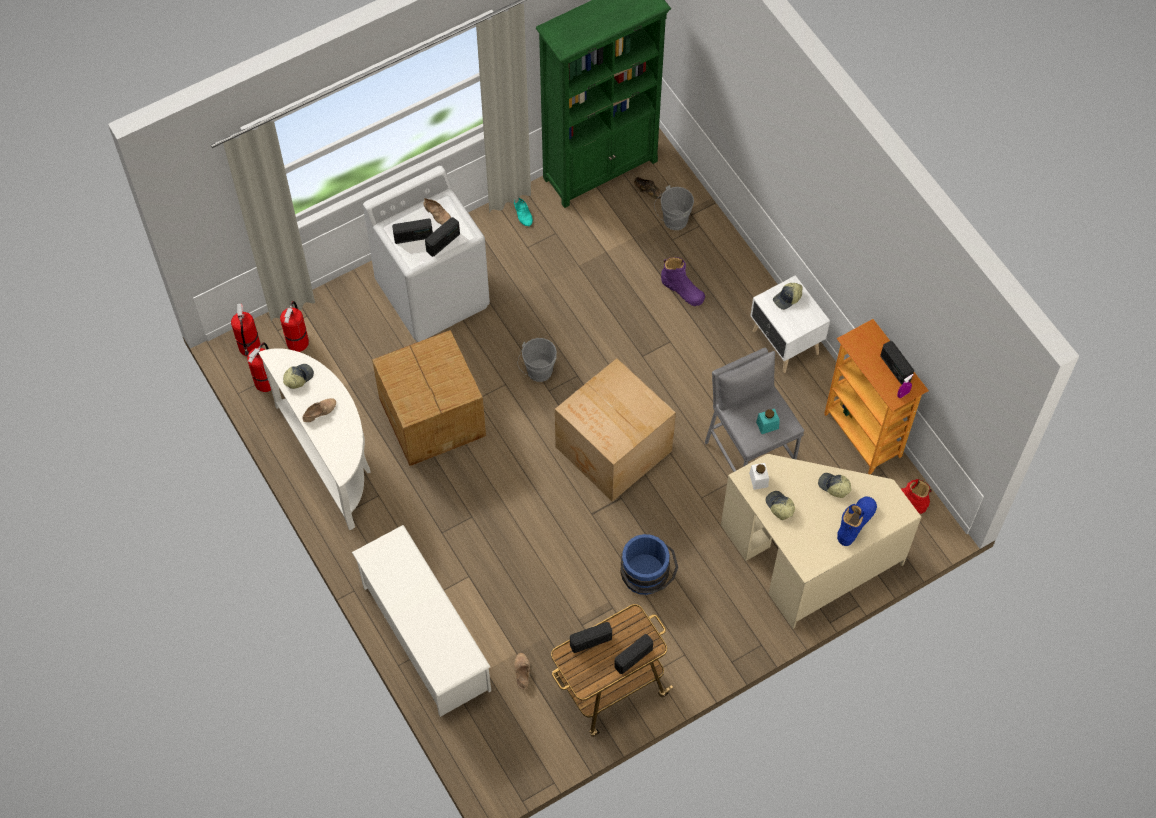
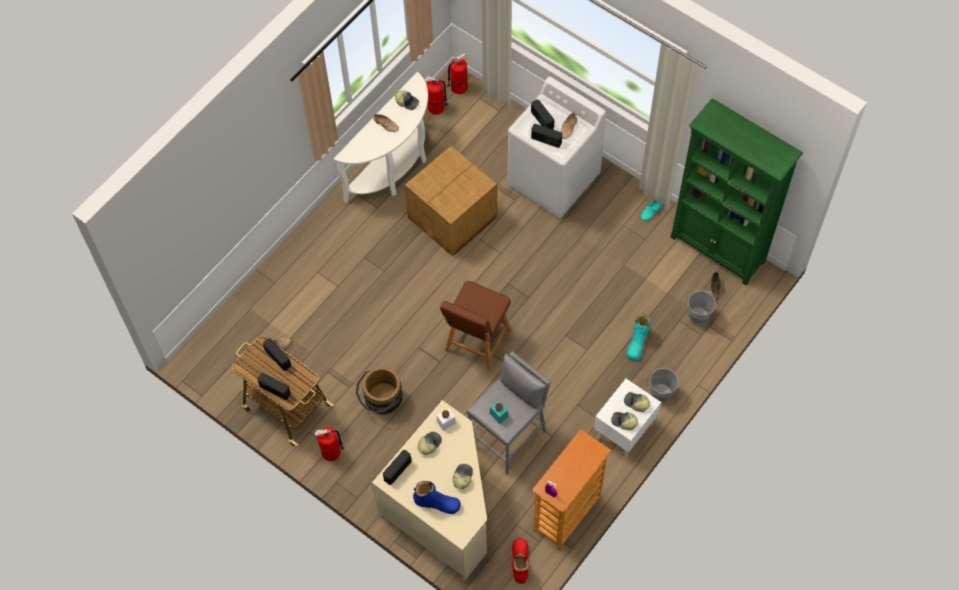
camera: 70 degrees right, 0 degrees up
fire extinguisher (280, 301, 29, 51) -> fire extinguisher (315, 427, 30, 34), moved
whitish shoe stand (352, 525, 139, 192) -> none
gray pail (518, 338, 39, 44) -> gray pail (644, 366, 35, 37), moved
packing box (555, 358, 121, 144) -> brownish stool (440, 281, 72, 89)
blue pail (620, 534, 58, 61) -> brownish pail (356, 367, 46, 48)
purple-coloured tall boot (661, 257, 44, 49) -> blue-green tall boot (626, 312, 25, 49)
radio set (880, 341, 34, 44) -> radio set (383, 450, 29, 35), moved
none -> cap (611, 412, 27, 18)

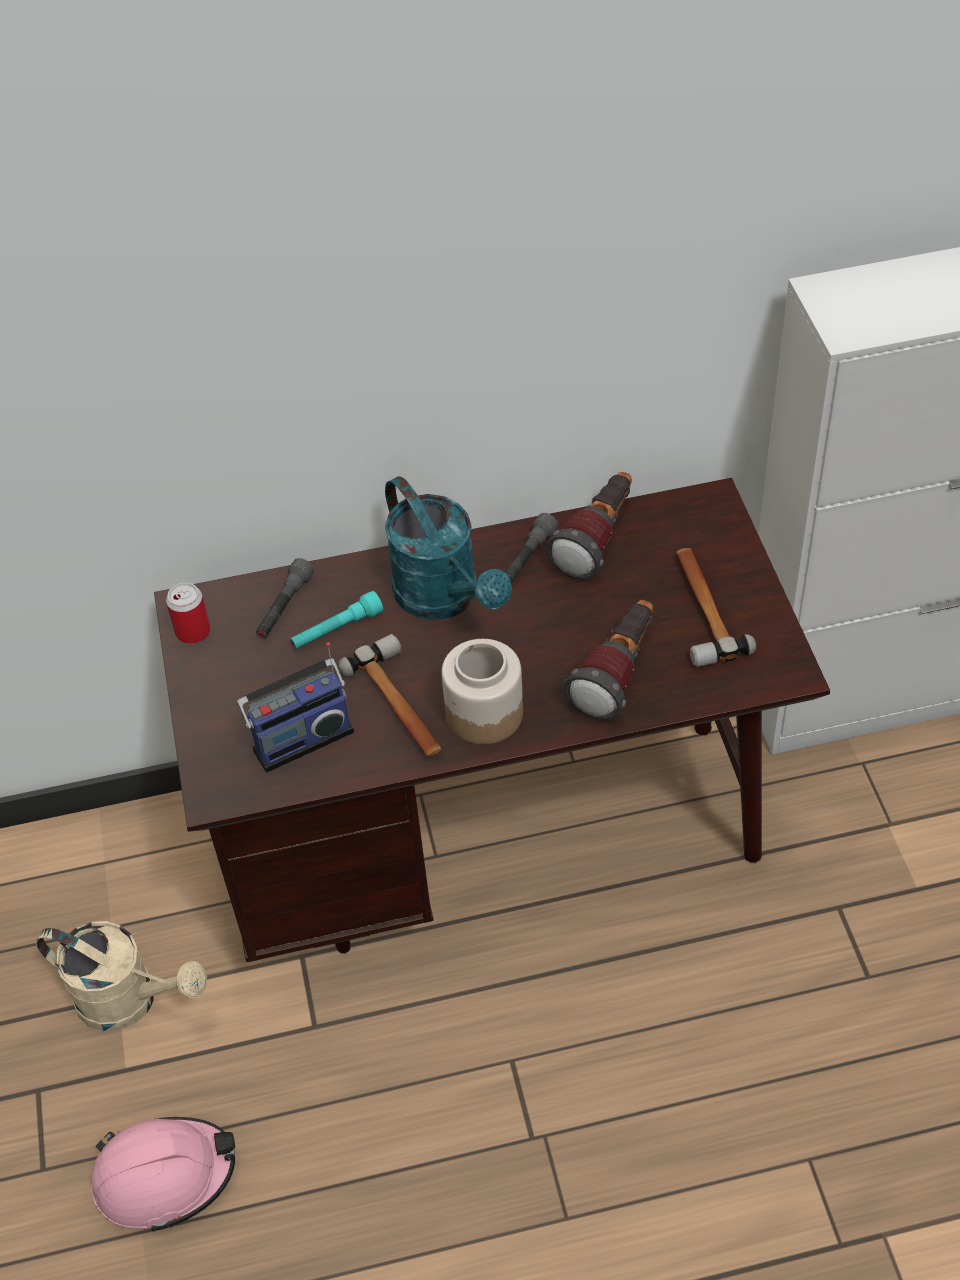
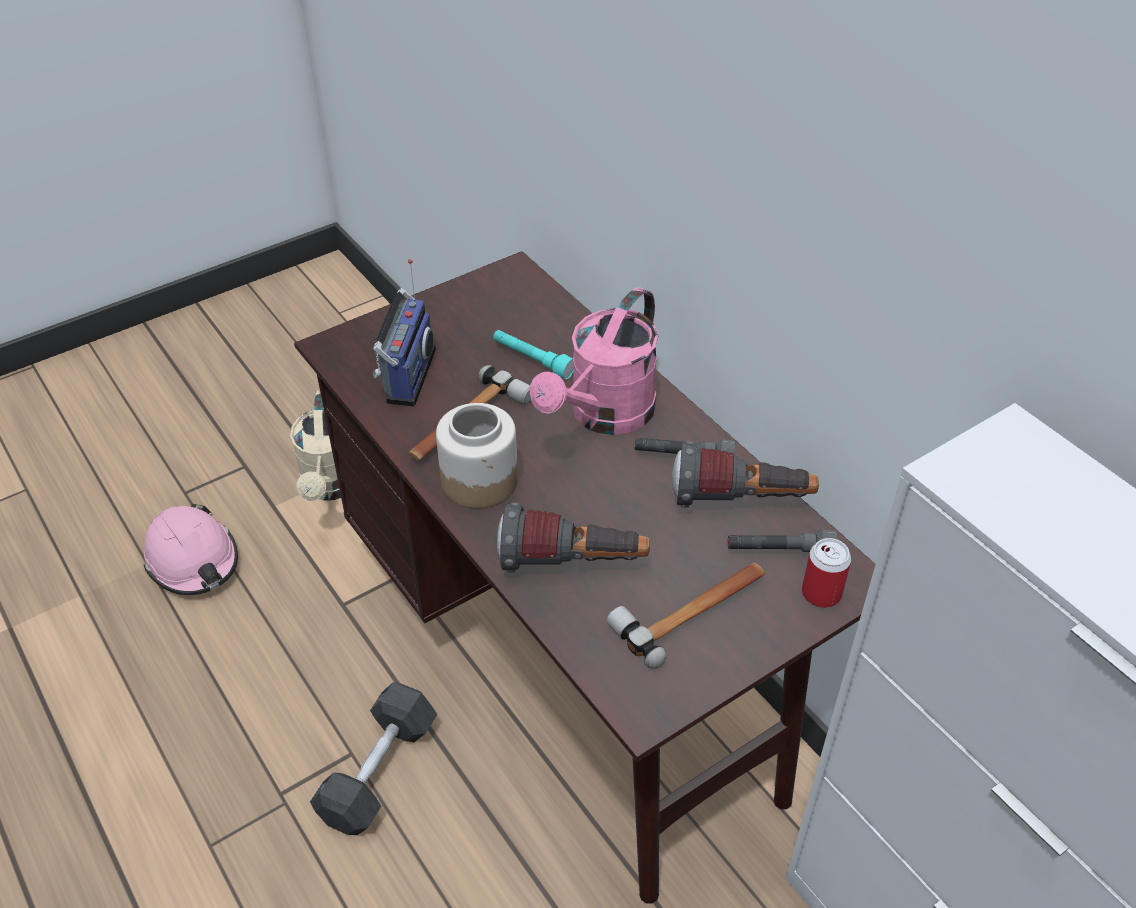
camera: 65 degrees right, 5 degrees down
can (166, 582, 44, 62) -> can (802, 538, 49, 70), moved
radio set (237, 642, 117, 130) -> radio set (373, 259, 63, 148), 120 degrees counterclockwise
gray hand torch (256, 558, 58, 80) -> gray hand torch (728, 529, 110, 23), moved
blue-green sprinkling can (385, 476, 126, 144) -> pinkish sprinkling can (530, 287, 128, 148)
none -> gray free weight (310, 682, 127, 153)

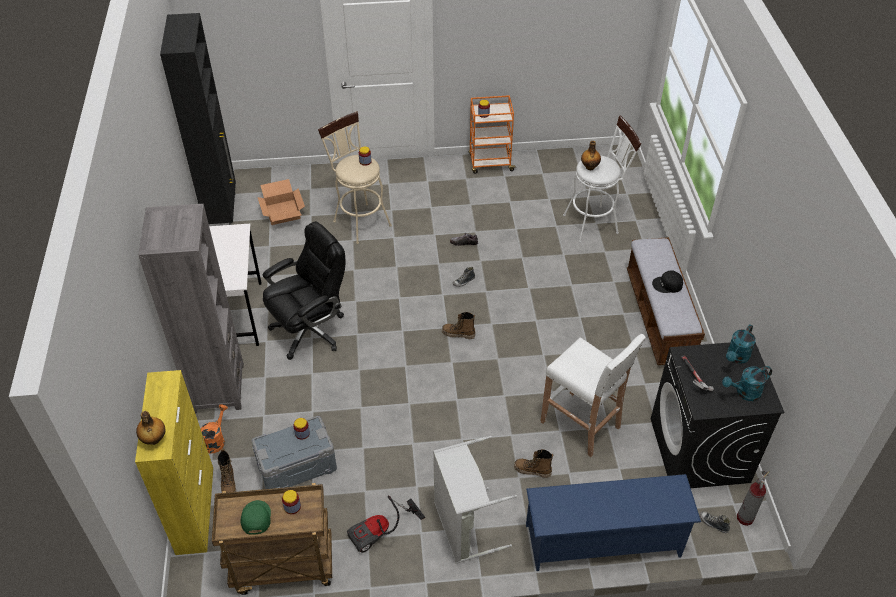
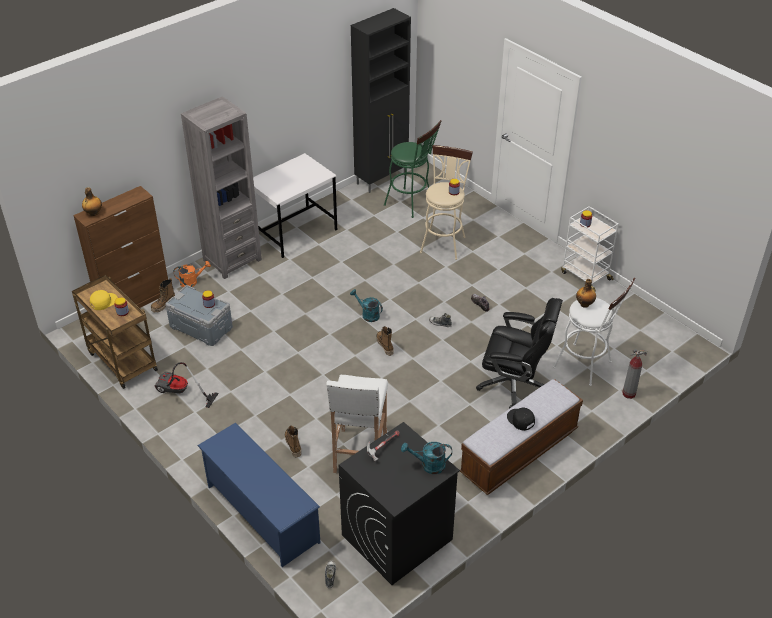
camera: 55 degrees right, 5 degrees down
yellowish cupboard (135, 370, 78, 185) -> brownish cupboard (73, 186, 95, 122)
green cap (241, 500, 30, 35) -> yellowish cap (90, 290, 28, 20)
packing box (258, 179, 47, 46) -> green stool (384, 120, 57, 98)
black-coloured computer chair (263, 221, 82, 139) -> black-coloured computer chair (476, 298, 87, 111), moved
gray laundry basket (433, 436, 84, 128) -> none
orange trolley (468, 95, 48, 79) -> whitish trolley (561, 206, 58, 85)
blue-green sprinkling can (722, 366, 50, 35) -> blue-green sprinkling can (350, 289, 33, 33), moved
fire extinguisher (737, 470, 33, 56) -> fire extinguisher (622, 349, 25, 50), moved

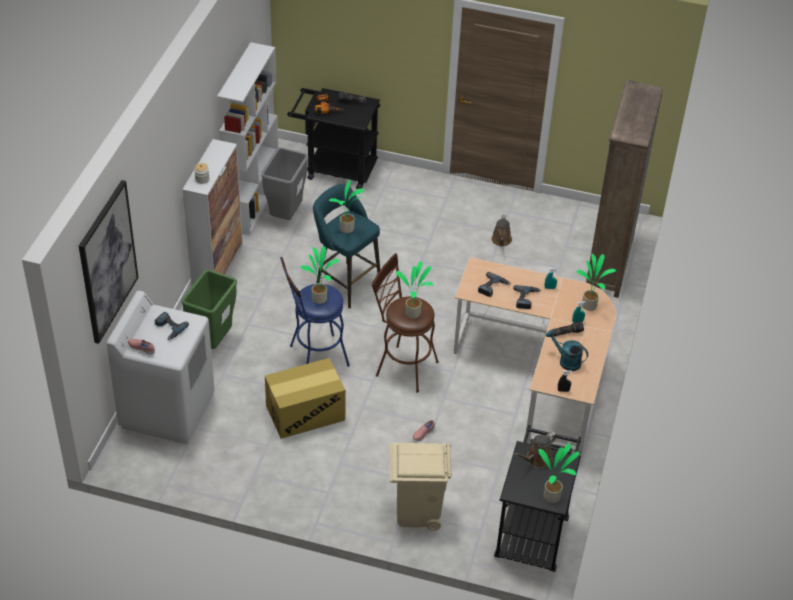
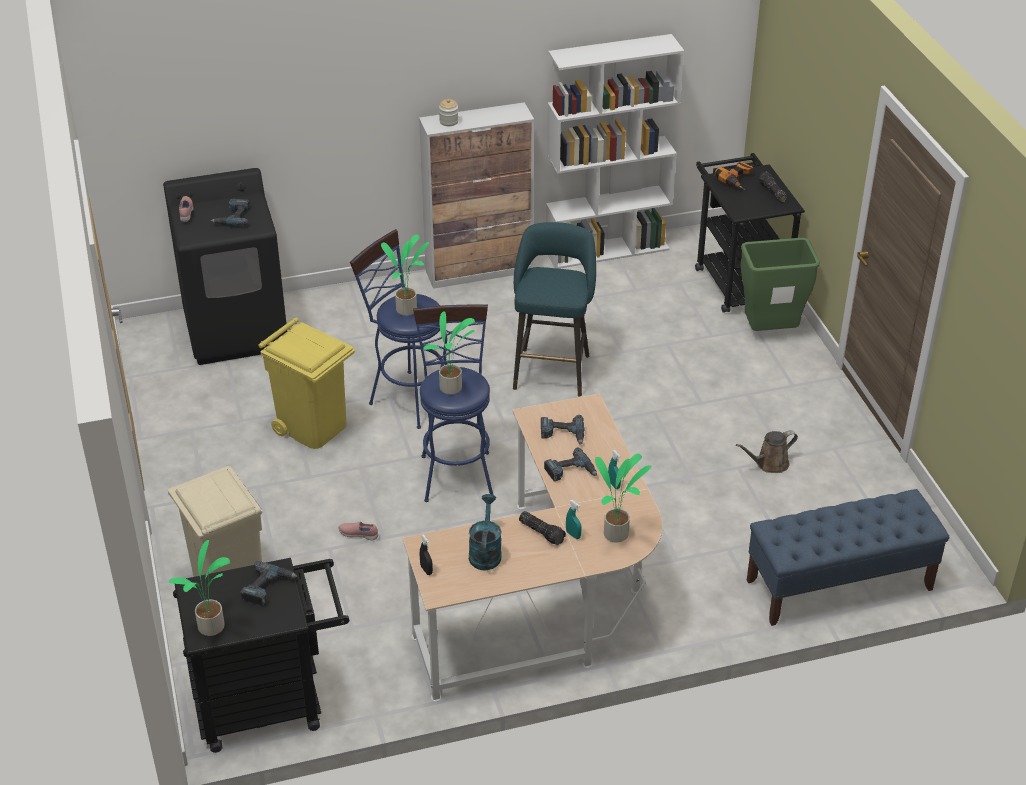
camera: 60 degrees right, 5 degrees down
picture (79, 180, 60, 164) -> none
whitish washing machine (107, 291, 108, 153) -> black-coloured washing machine (163, 168, 124, 197)
green waste bin (181, 270, 56, 79) -> green waste bin (741, 238, 79, 93), moved
gray waste bin (261, 147, 47, 73) -> none
packing box (265, 358, 81, 81) -> yellowish waste bin (259, 317, 96, 132)
houseplant (329, 180, 35, 53) -> none
brownish stool (372, 253, 67, 140) -> blue stool (413, 305, 80, 197)
brownish sprinkling can (514, 432, 43, 36) -> drill (241, 561, 56, 44)
brownish shelving unit (586, 80, 77, 218) -> blue long seat (747, 489, 202, 137)

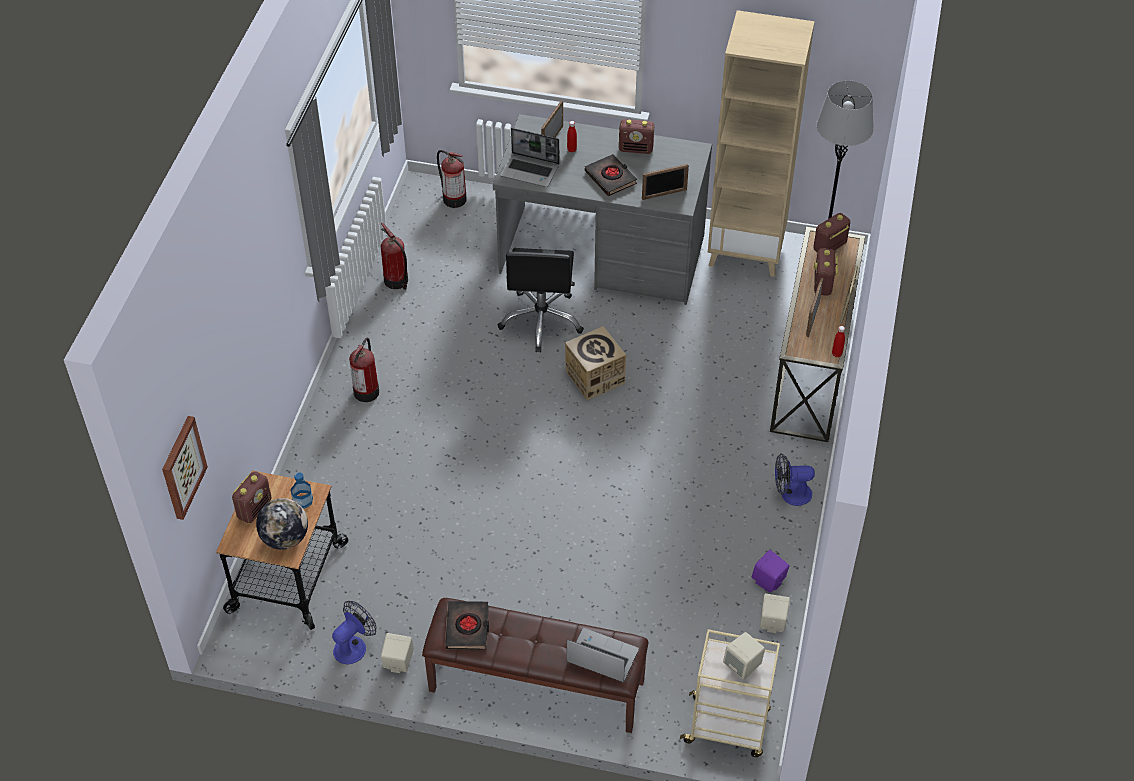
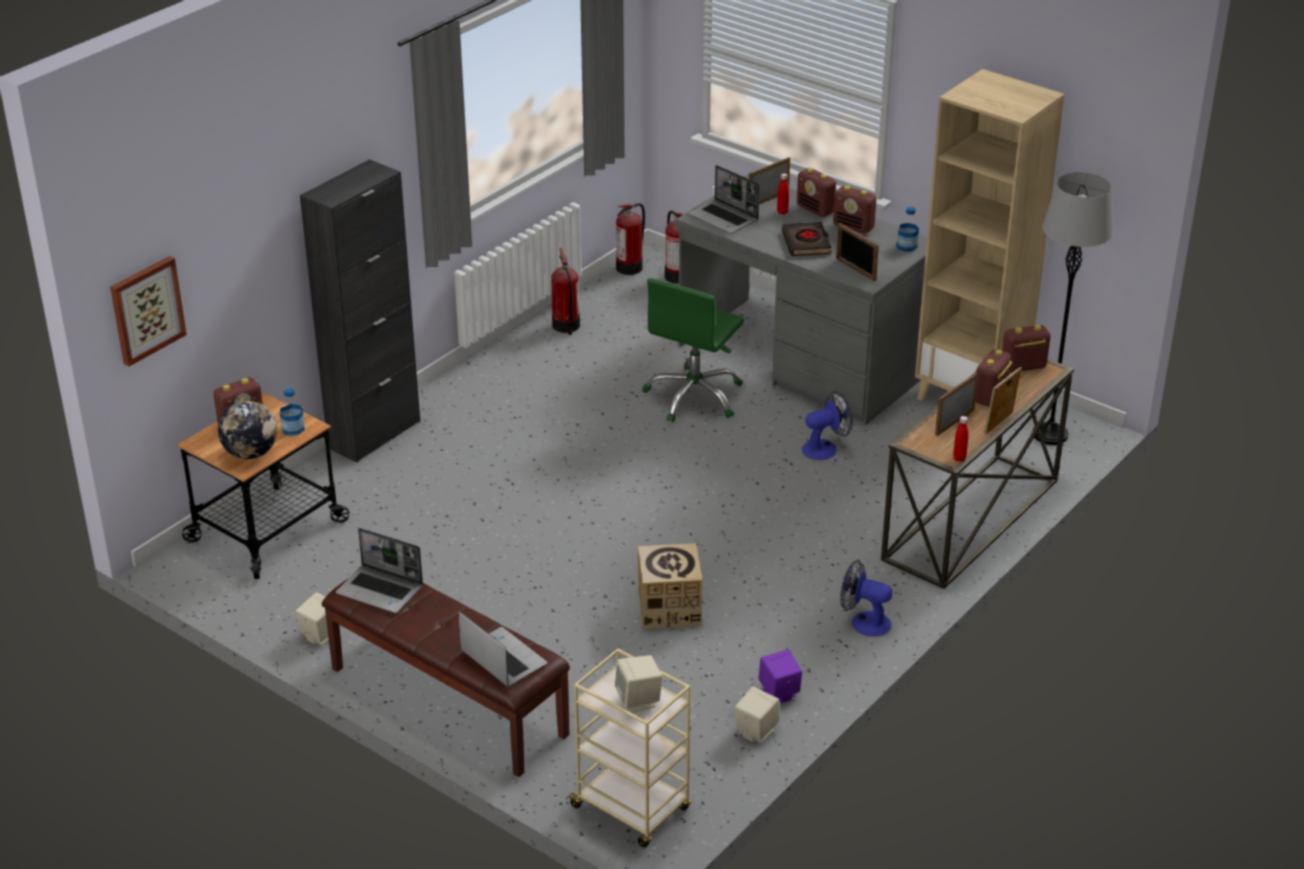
camera: 25 degrees right, 15 degrees down
fan (332, 601, 44, 64) -> fan (802, 391, 51, 69), moved
fire extinguisher (349, 338, 30, 64) -> fire extinguisher (616, 203, 29, 72), moved
black-coloured bound book (445, 601, 44, 49) -> notebook computer (336, 528, 87, 85)
black-coloured computer chair (498, 248, 86, 105) -> green computer chair (642, 278, 102, 144)
packing box (565, 326, 61, 75) -> packing box (638, 543, 64, 86), moved
standing frame (642, 164, 47, 36) -> standing frame (836, 223, 43, 58), 45 degrees clockwise
none -> black-coloured cupboard (300, 159, 120, 304)
none -> radio set (797, 168, 40, 49)
none -> beverage bottle (896, 206, 23, 46)

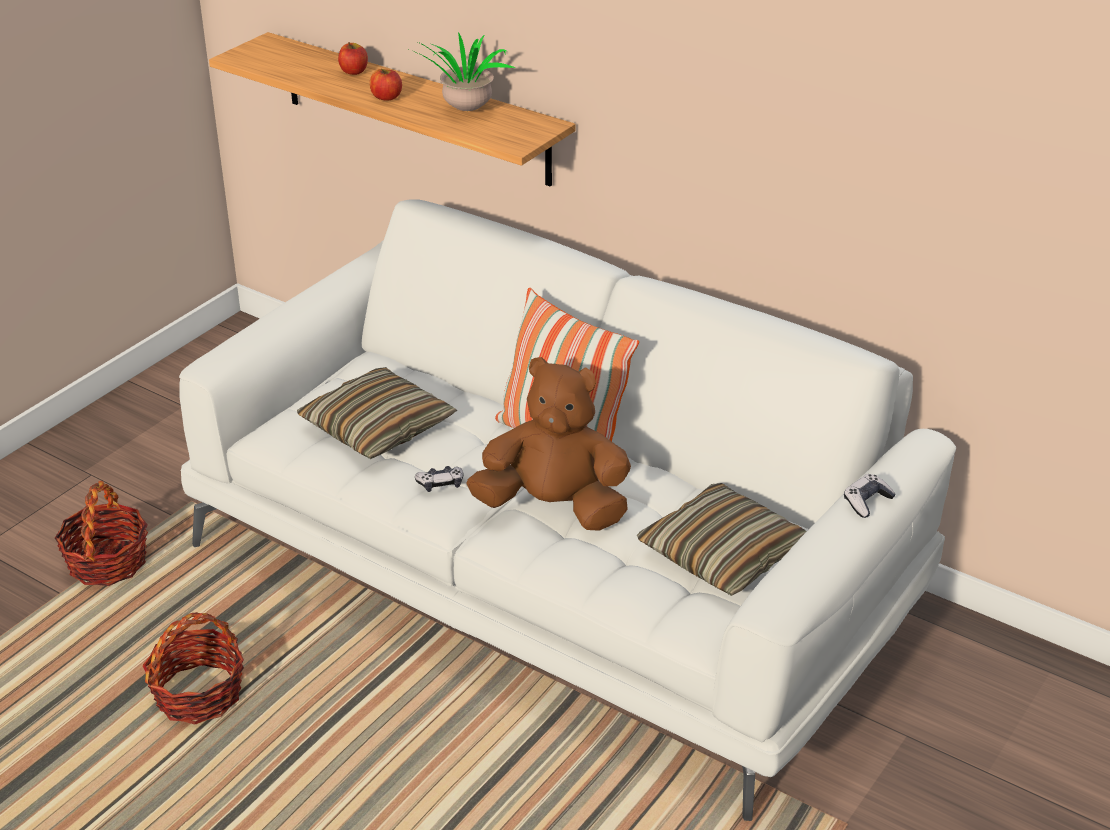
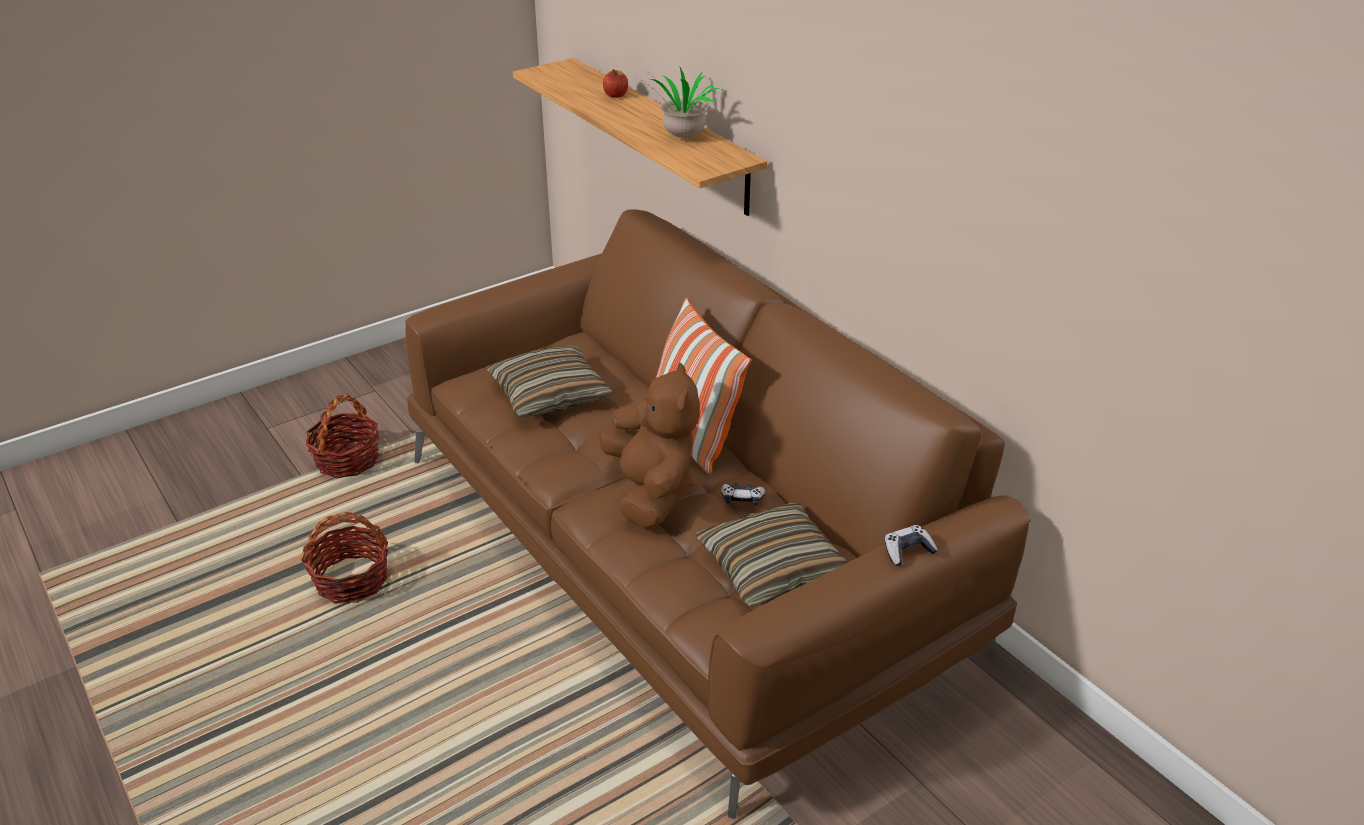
camera: 20 degrees right, 0 degrees up
whitish settee (179, 199, 777, 622) -> brownish settee (405, 209, 626, 610)
apple fruit (370, 69, 32, 32) -> none
game controller (415, 466, 49, 26) -> game controller (721, 483, 44, 23), moved
brownish cuddly toy (466, 357, 165, 174) -> brownish cuddly toy (599, 362, 100, 167), 45 degrees clockwise

